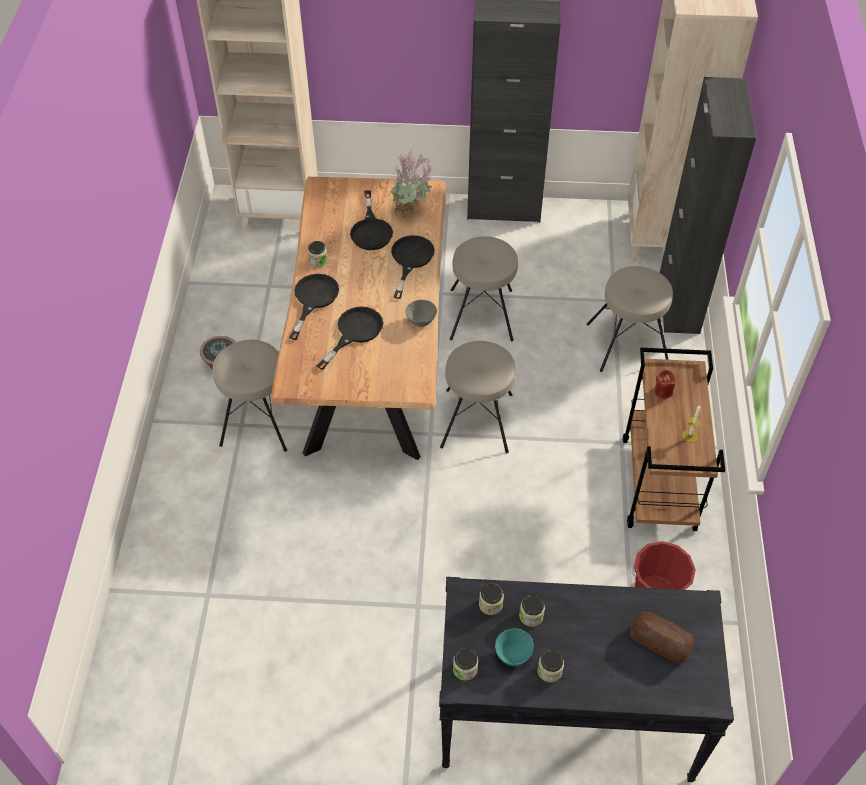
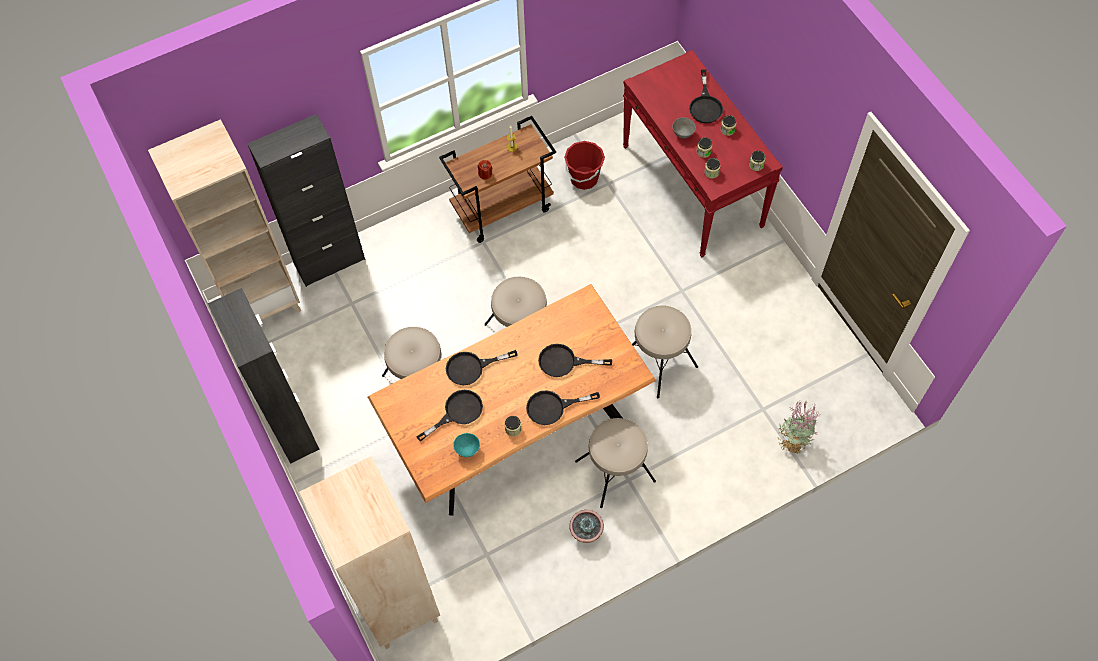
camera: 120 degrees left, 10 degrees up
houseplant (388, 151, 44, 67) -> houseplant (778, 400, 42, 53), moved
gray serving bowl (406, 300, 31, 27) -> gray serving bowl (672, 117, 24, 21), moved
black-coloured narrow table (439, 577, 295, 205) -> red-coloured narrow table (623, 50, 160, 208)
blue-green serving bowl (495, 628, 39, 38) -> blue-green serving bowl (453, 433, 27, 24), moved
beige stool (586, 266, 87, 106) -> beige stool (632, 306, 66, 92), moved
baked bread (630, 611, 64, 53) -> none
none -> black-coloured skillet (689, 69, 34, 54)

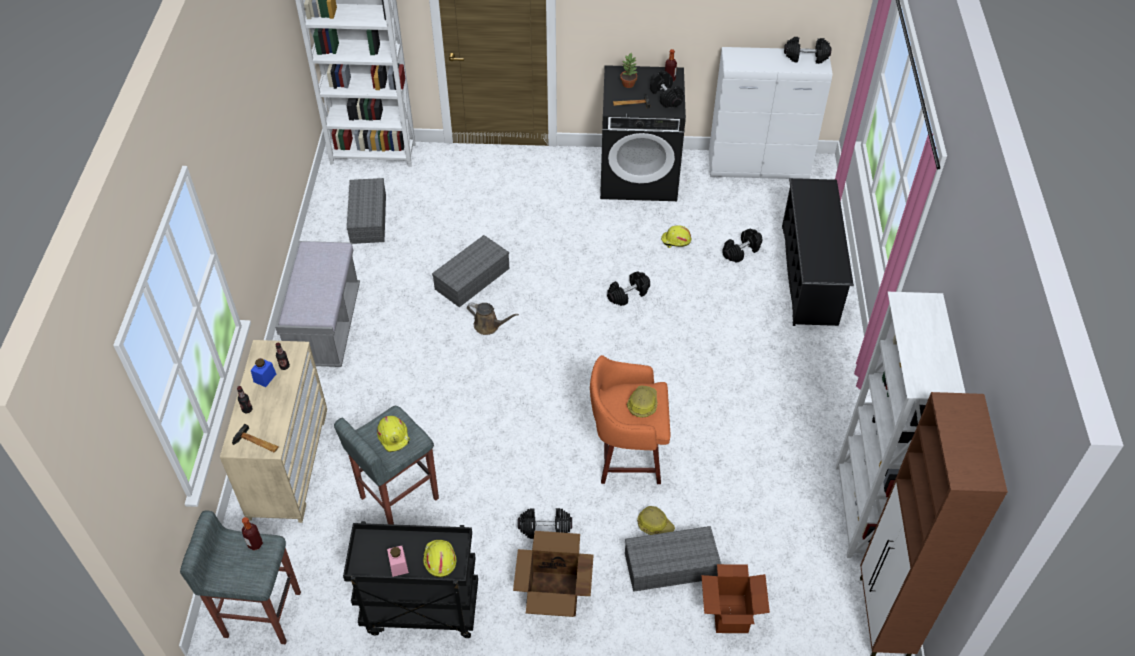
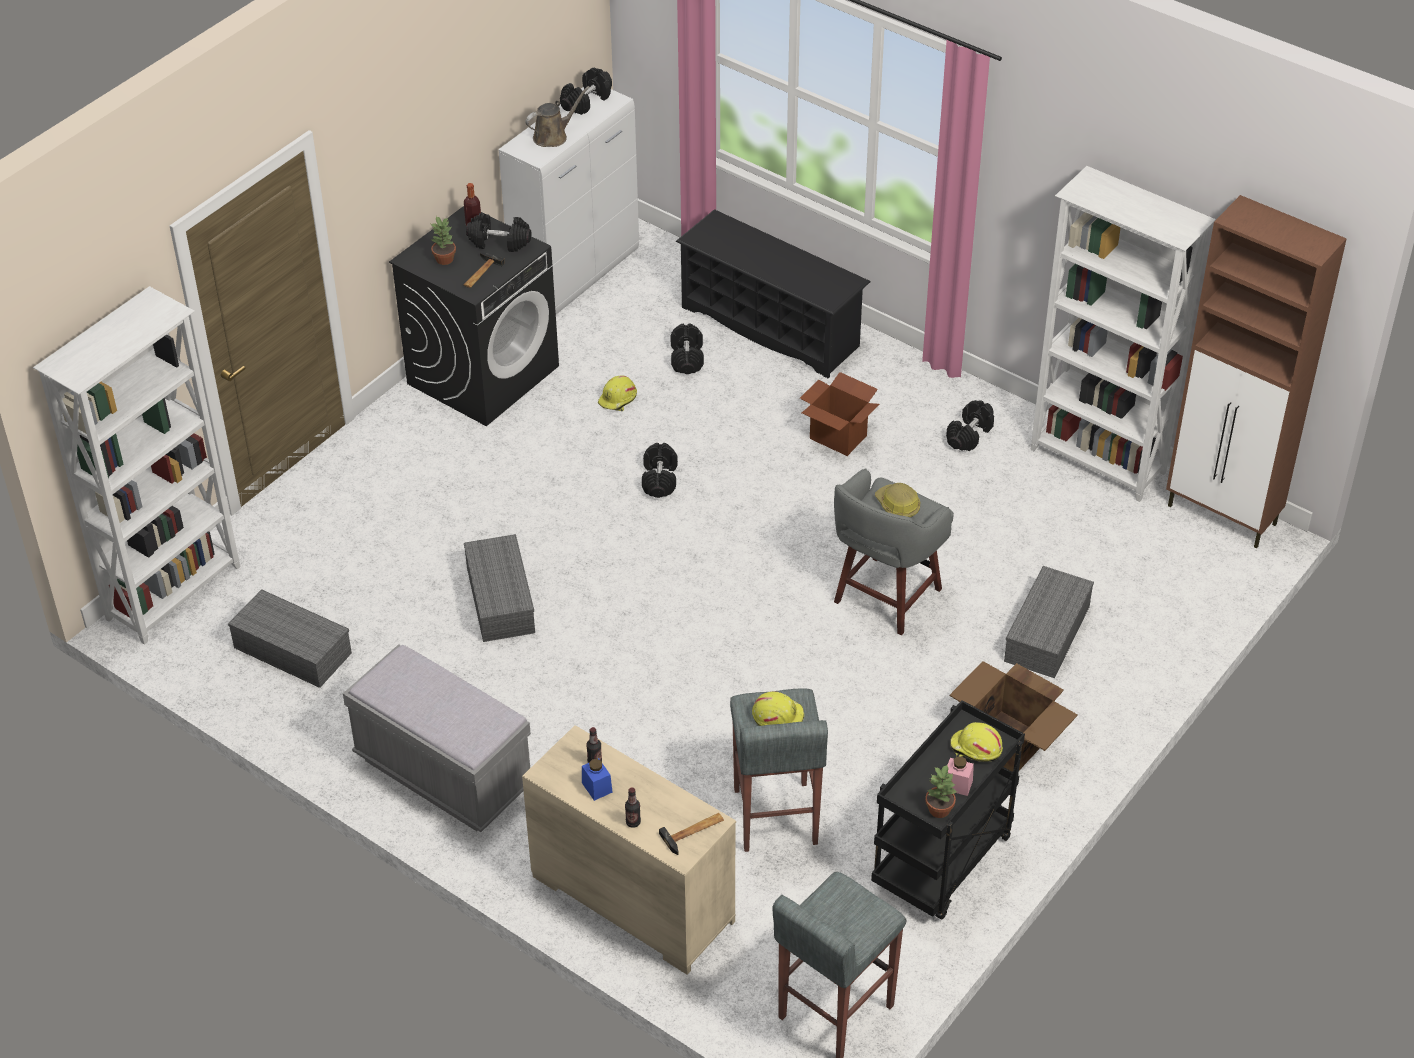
camera: 55 degrees left, 5 degrees down
beverage bottle (242, 517, 21, 33) -> none
brownish sprinkling can (467, 303, 52, 32) -> brownish sprinkling can (525, 86, 65, 61), moved
black-coloured free weight (518, 508, 54, 31) -> black-coloured free weight (946, 400, 48, 51), moved
orange stool (590, 355, 80, 129) -> gray stool (834, 469, 120, 166)
work helmet (637, 506, 38, 29) -> none
packing box (701, 564, 69, 69) -> packing box (800, 372, 79, 84), moved
none -> houseplant (925, 764, 32, 54)

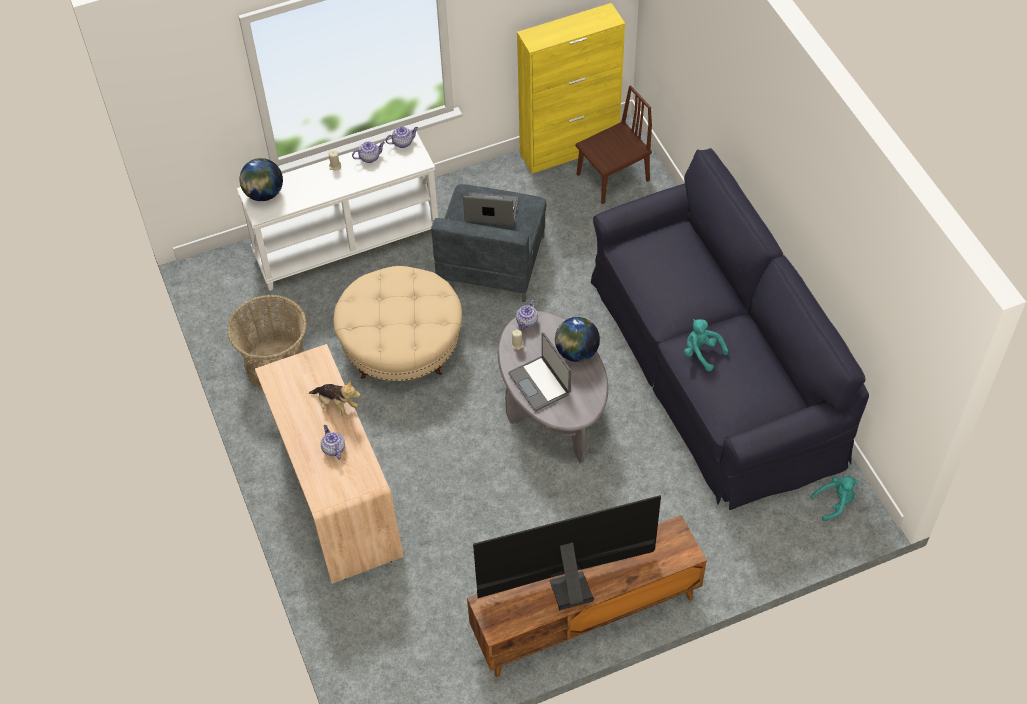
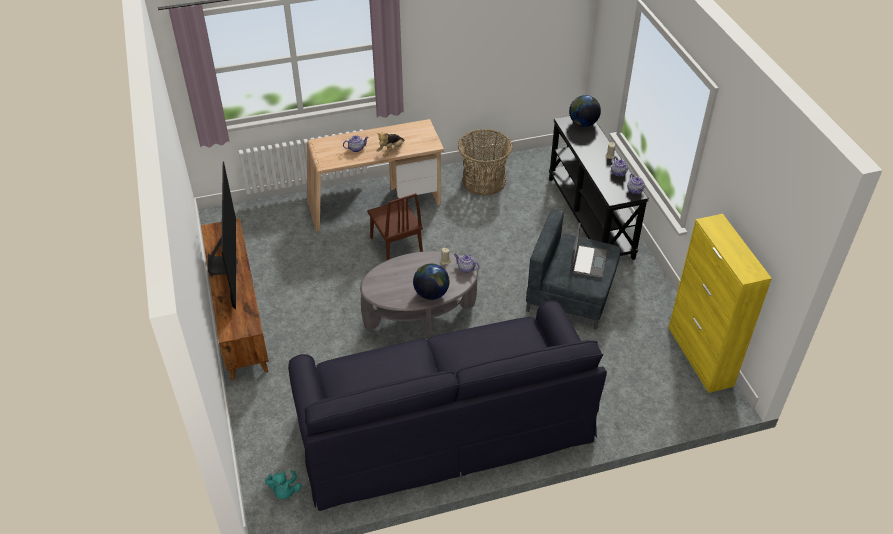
camera: 95 degrees right, 10 degrees down
whitish narrow table (237, 131, 201, 160) -> black-coloured narrow table (549, 116, 100, 144)
beige ottoman (333, 266, 129, 115) -> none
notebook computer (508, 332, 63, 79) -> none
brownish upright chair (576, 85, 76, 119) -> brownish upright chair (367, 193, 56, 67), moved
blue-green cuddly toy (684, 319, 44, 52) -> none

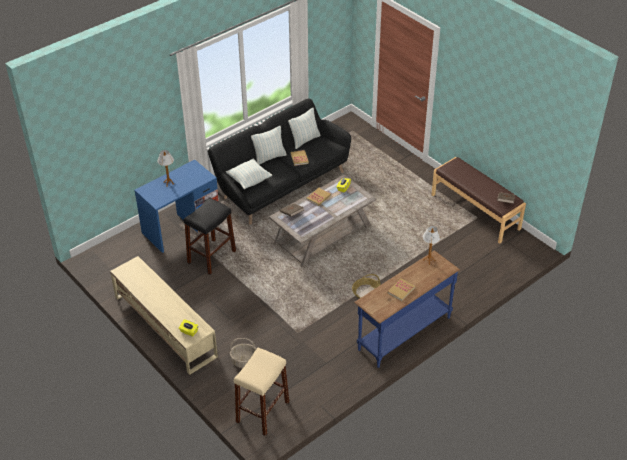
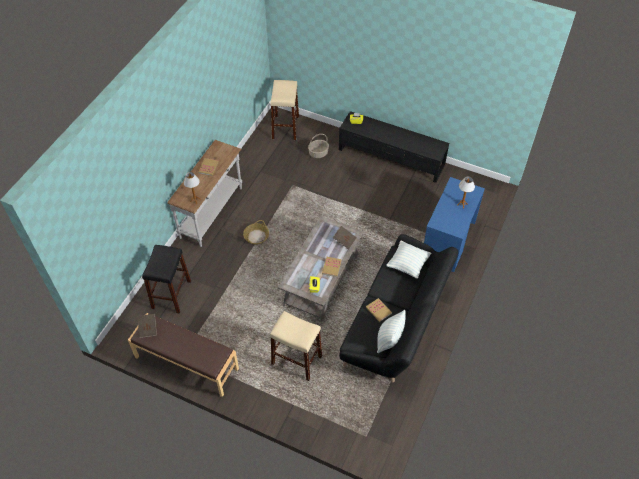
camera: 155 degrees right, 10 degrees up
beige media console (110, 256, 108, 119) -> black-coloured media console (339, 111, 110, 72)
black-coloured stool (184, 198, 52, 77) -> black-coloured stool (142, 245, 49, 68), moved
pillow (251, 126, 36, 39) -> none
blue narrow table (354, 250, 106, 118) -> whitish narrow table (167, 140, 75, 107)
none -> beige stool (270, 311, 52, 70)

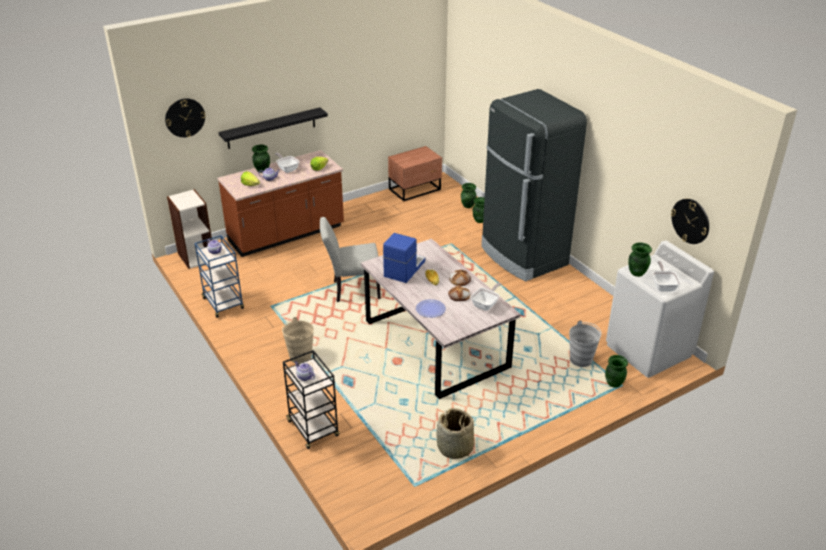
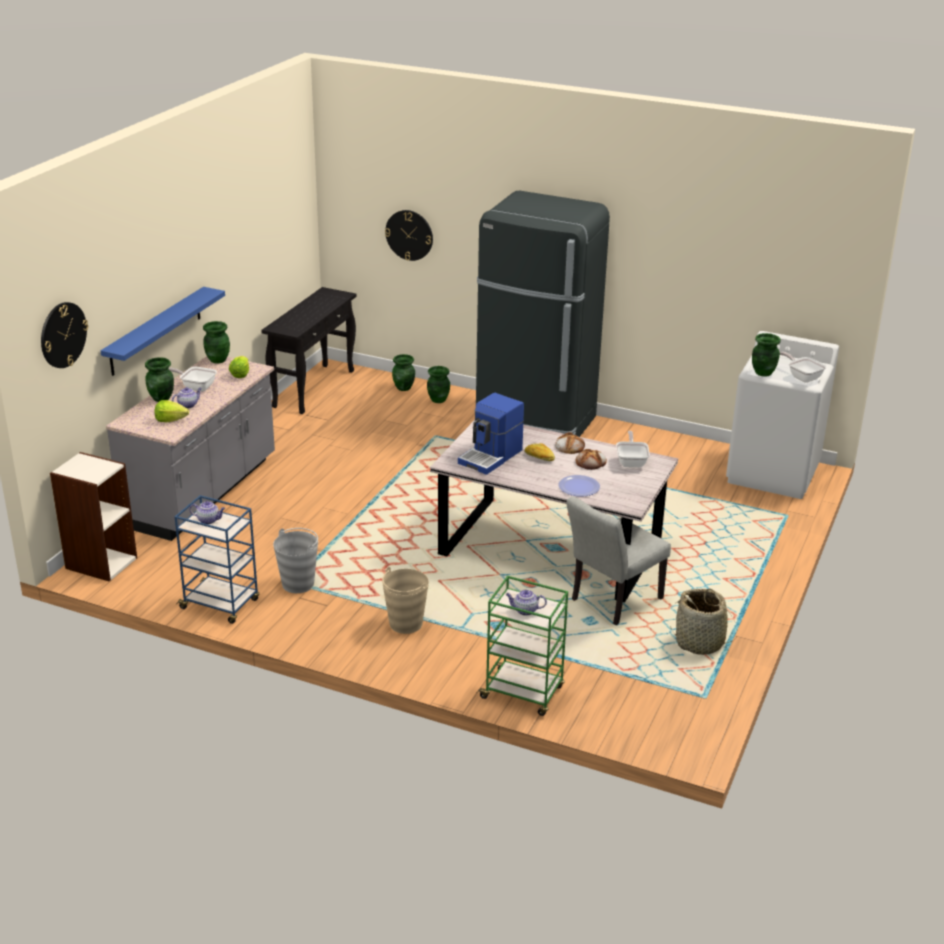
camera: 35 degrees left, 5 degrees down
brownish kitchen base unit (217, 150, 127, 107) -> gray kitchen base unit (106, 356, 169, 185)
black-coloured bracket shelf (219, 107, 109, 42) -> blue bracket shelf (101, 287, 124, 89)
black-coloured trolley (283, 350, 57, 99) -> green trolley (477, 576, 91, 140)
gray upright chair (320, 217, 61, 85) -> gray upright chair (566, 496, 105, 129), moved
coffee brewer (383, 233, 42, 50) -> coffee brewer (458, 393, 66, 82), 135 degrees counterclockwise
brownish bedside table (388, 146, 54, 55) -> black-coloured narrow table (261, 287, 95, 127)
gray pail (569, 320, 32, 47) -> gray pail (273, 528, 45, 65), moved
green flower vase (605, 355, 23, 33) -> green flower vase (203, 321, 27, 43), moved
wall clock (671, 199, 38, 45) -> wall clock (385, 210, 48, 51), moved

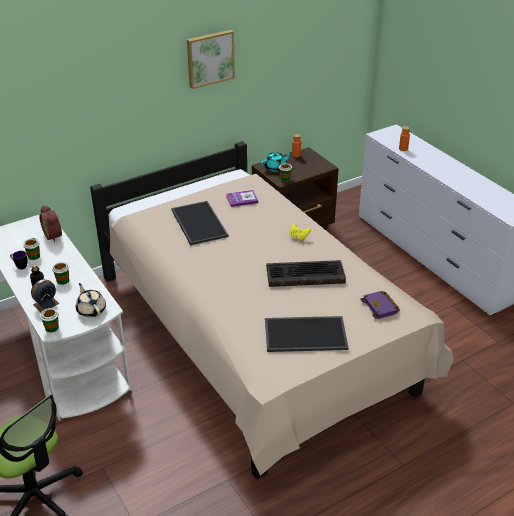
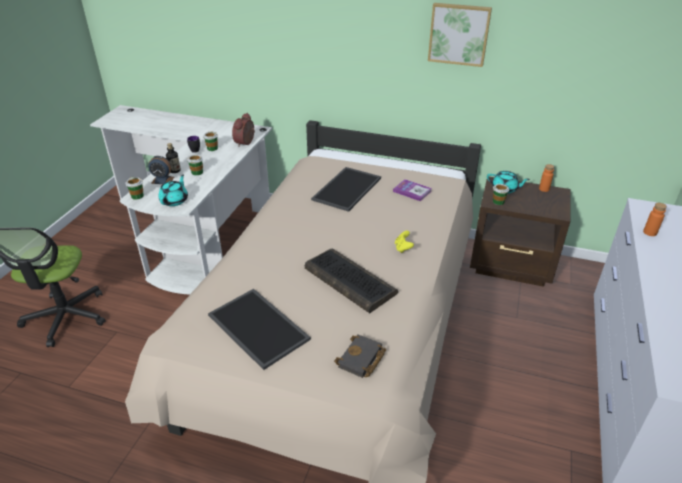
camera: 50 degrees right, 0 degrees up
beige teapot (76, 283, 30, 35) -> blue-green teapot (159, 174, 29, 32)
purple-coloured bound book (360, 291, 40, 28) -> black-coloured bound book (334, 334, 52, 44)

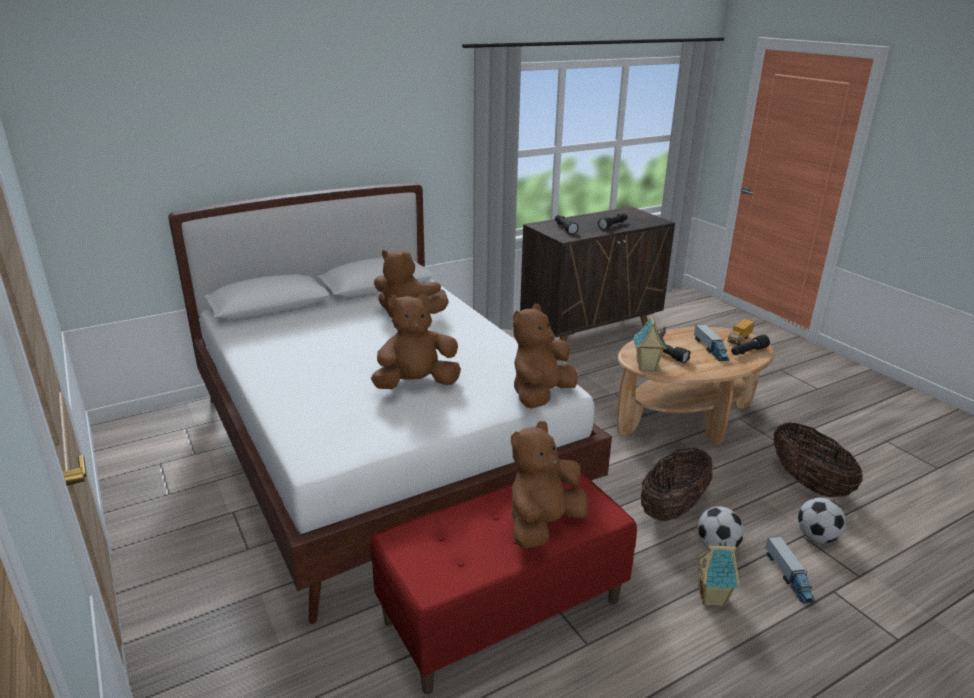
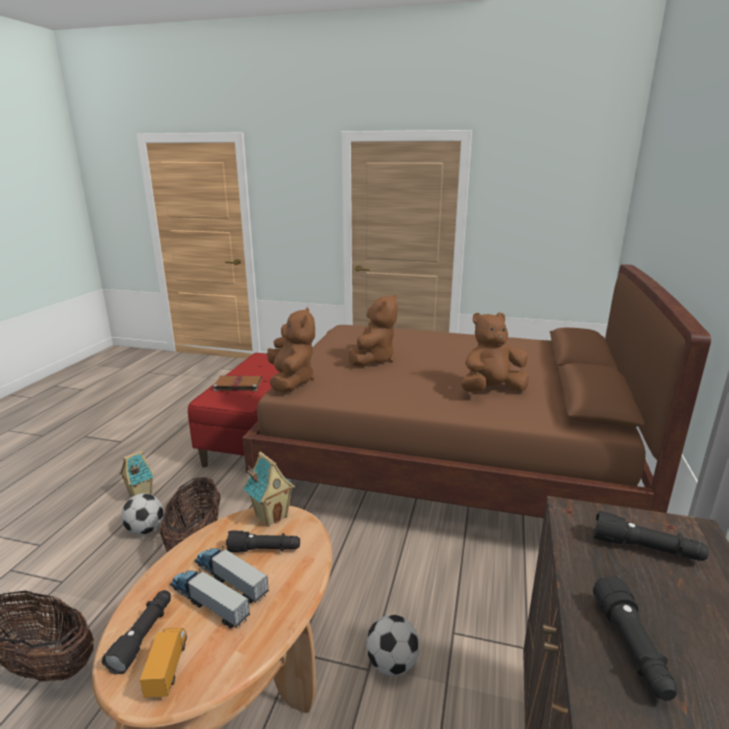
camera: 135 degrees right, 5 degrees down
whitish bed (168, 183, 444, 441) -> brownish bed (243, 264, 468, 254)
brownish cuddly toy (511, 421, 77, 128) -> brownish bound book (211, 376, 51, 15)
model truck (765, 536, 50, 68) -> model truck (195, 546, 74, 57), moved
ball for football (798, 498, 48, 45) -> ball for football (366, 615, 54, 61), moved

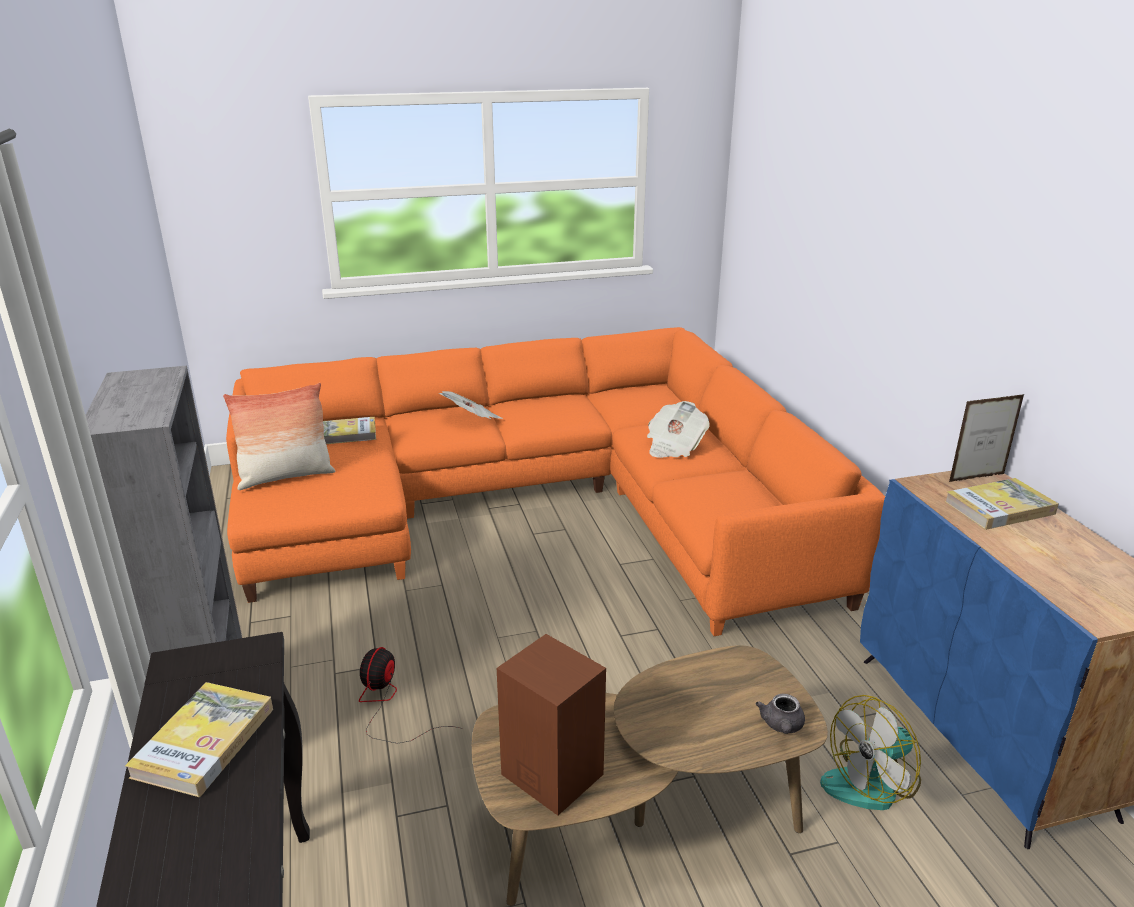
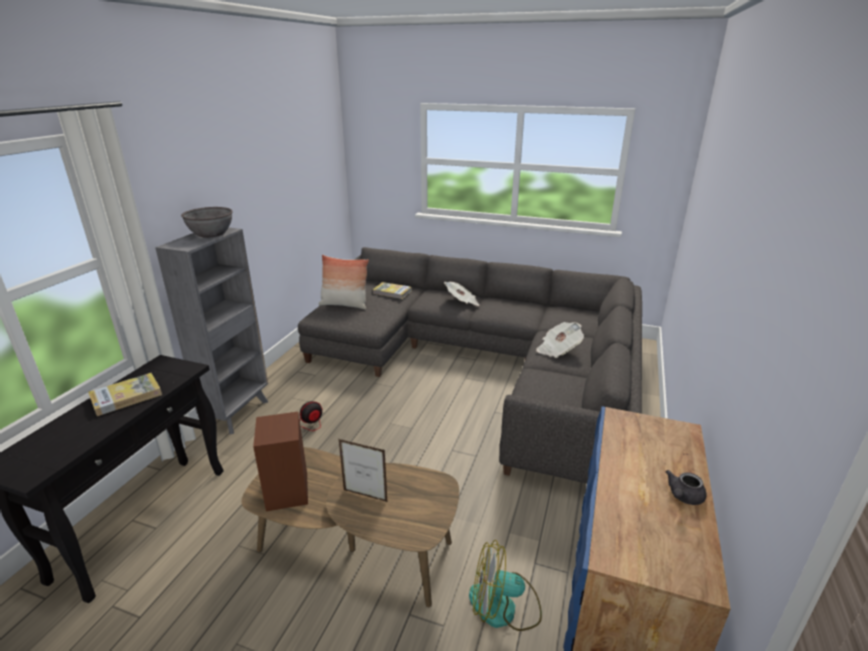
camera: 35 degrees right, 0 degrees up
orange settee (226, 327, 659, 309) -> gray settee (298, 247, 344, 236)
gray teapot (756, 694, 49, 40) -> gray teapot (666, 470, 41, 35), moved
bound book (945, 478, 114, 52) -> none
standing frame (949, 394, 75, 88) -> standing frame (339, 439, 48, 63), moved
none -> gray serving bowl (181, 207, 52, 31)

